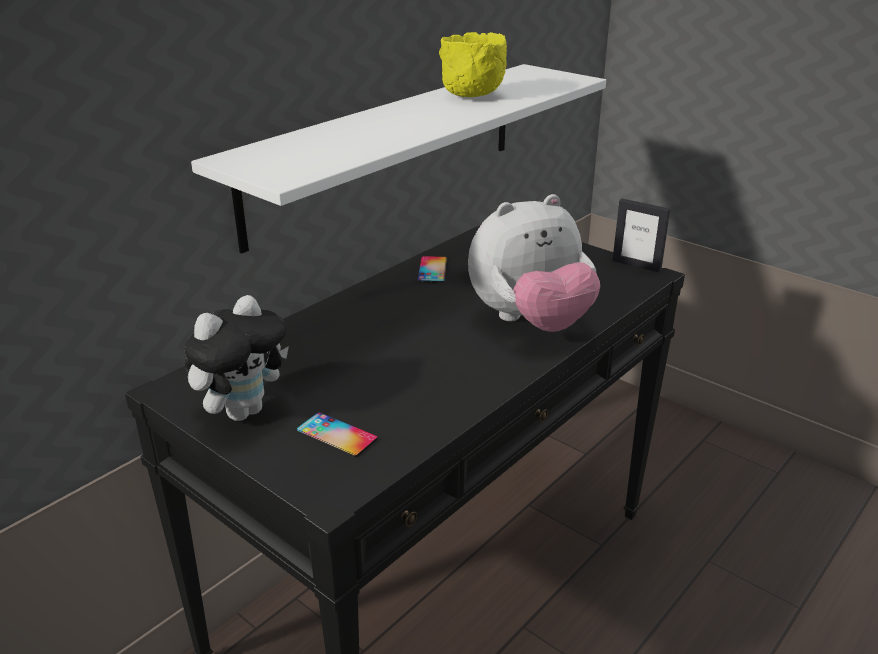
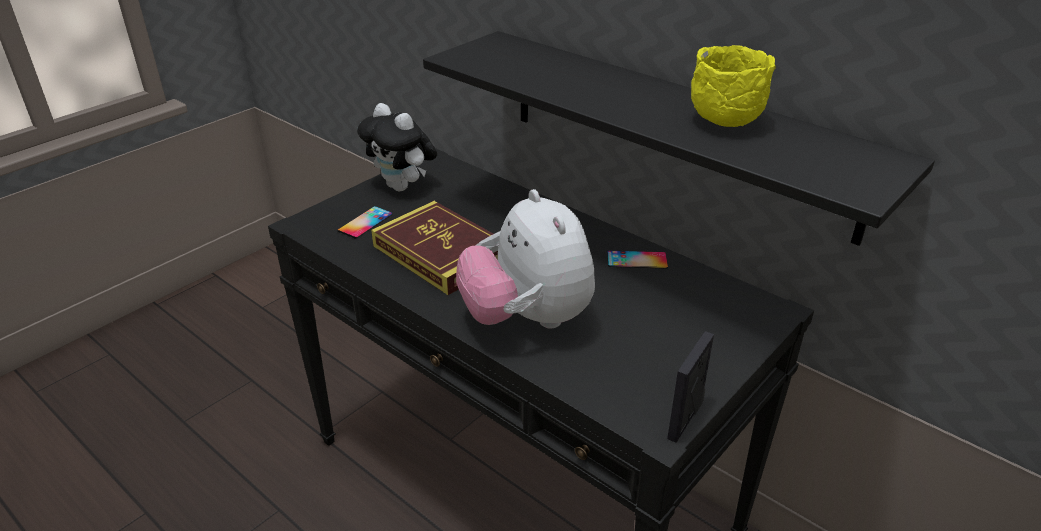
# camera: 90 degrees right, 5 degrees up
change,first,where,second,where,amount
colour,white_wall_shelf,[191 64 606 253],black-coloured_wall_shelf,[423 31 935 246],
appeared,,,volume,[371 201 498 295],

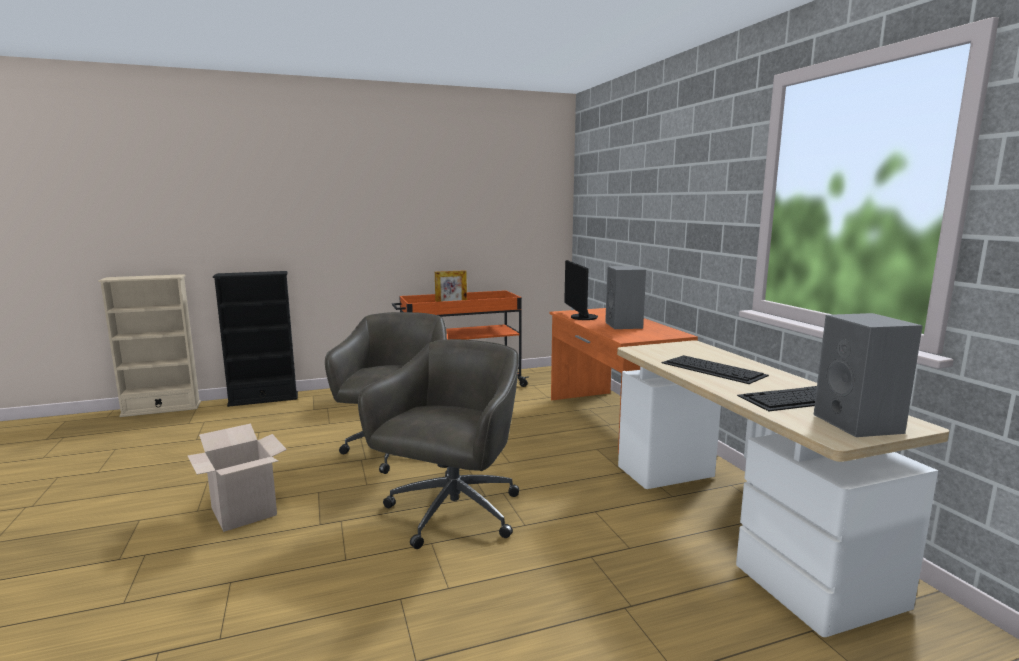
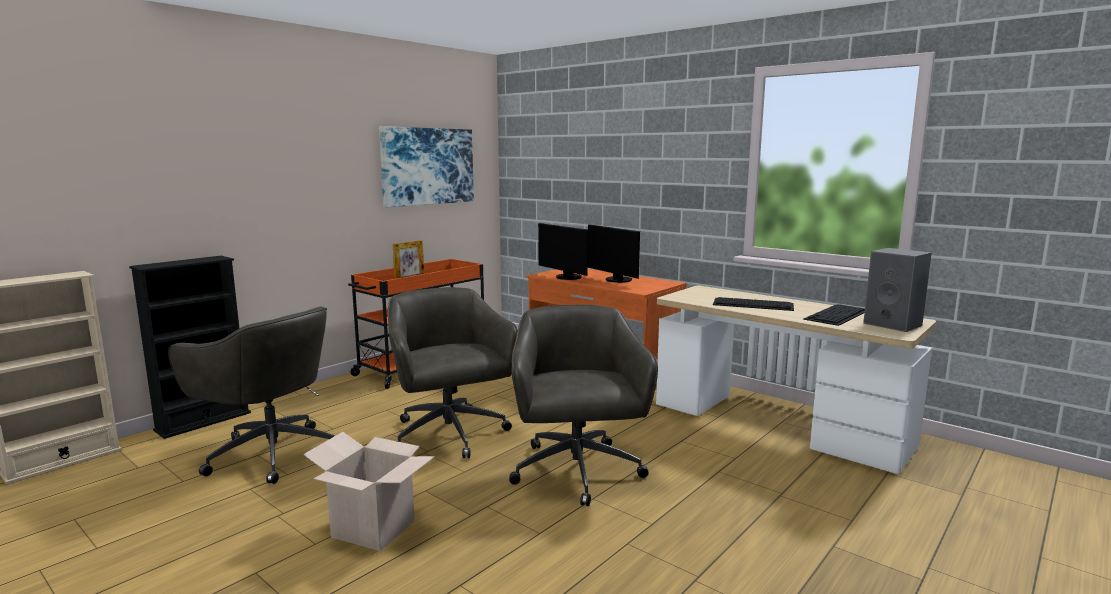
# camera: 30 degrees left, 0 degrees up
change,first,where,second,where,amount
exchanged,gray_loudspeaker,[605 266 646 329],computer_display,[588 224 640 283],
appeared,,,gray_office_chair,[168 307 335 484],
appeared,,,wall_picture,[379 126 474 207],

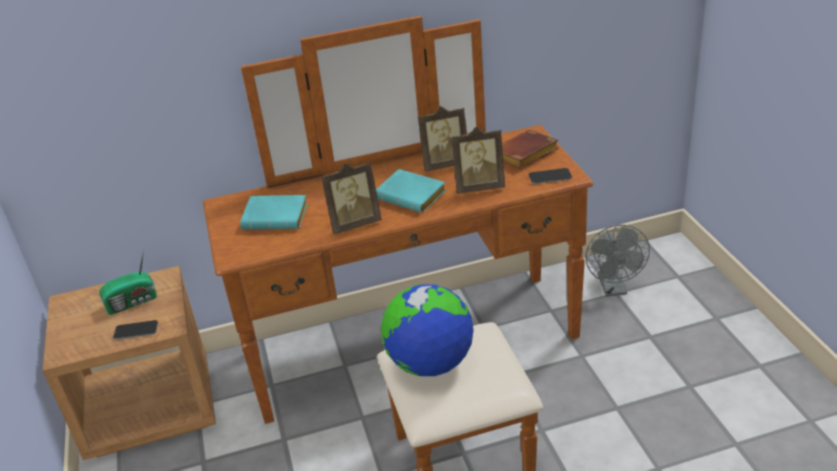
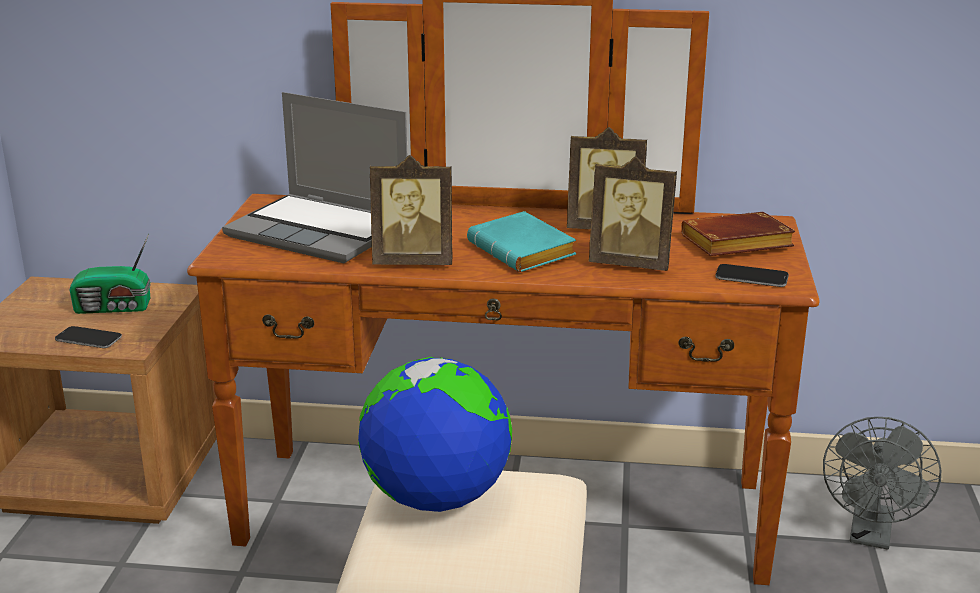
# camera: 20 degrees right, 10 degrees down
change,first,where,second,where,amount
exchanged,blue-green_volume,[240 195 308 230],portable_computer,[222 92 407 263],

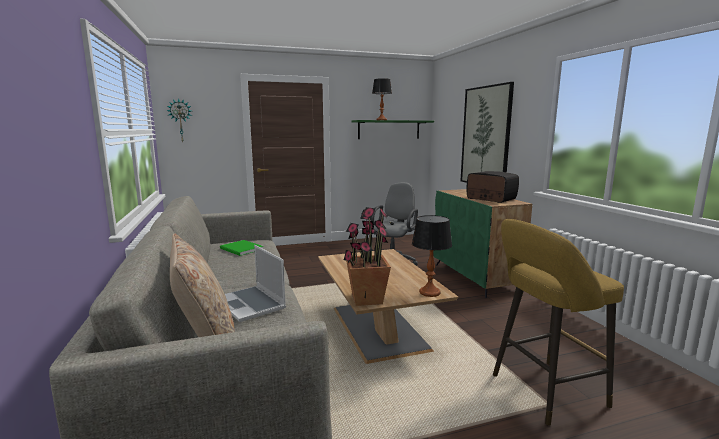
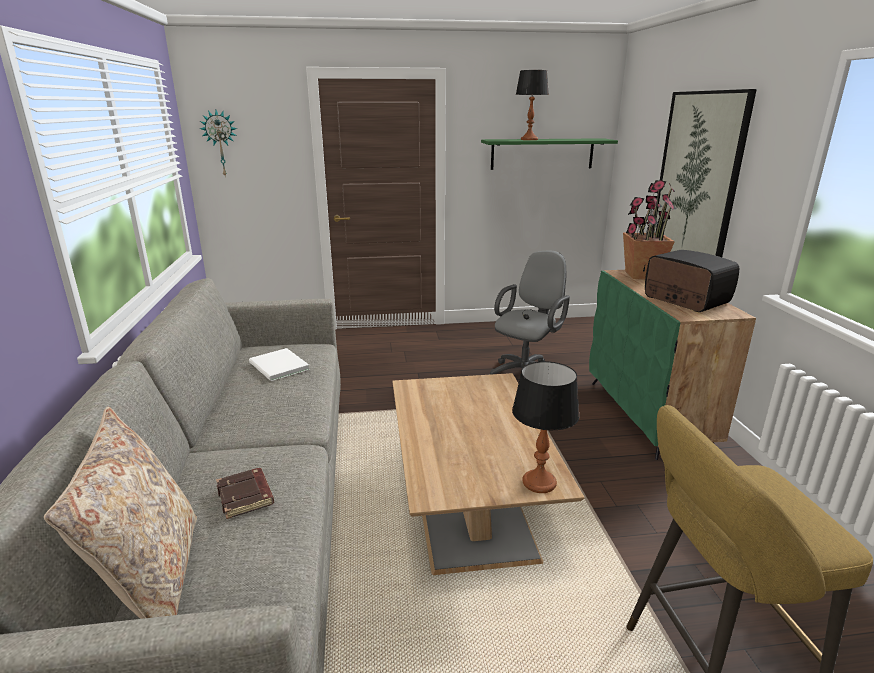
# camera: 10 degrees right, 10 degrees up
change,first,where,second,where,amount
colour,green_volume,[220 240 264 256],white_volume,[249 348 310 381],
exchanged,portable_computer,[225 245 286 322],brownish_volume,[216 468 274 519],
relocated,plant_in_a_pot,[344 207 391 306],,[623 180 677 279],

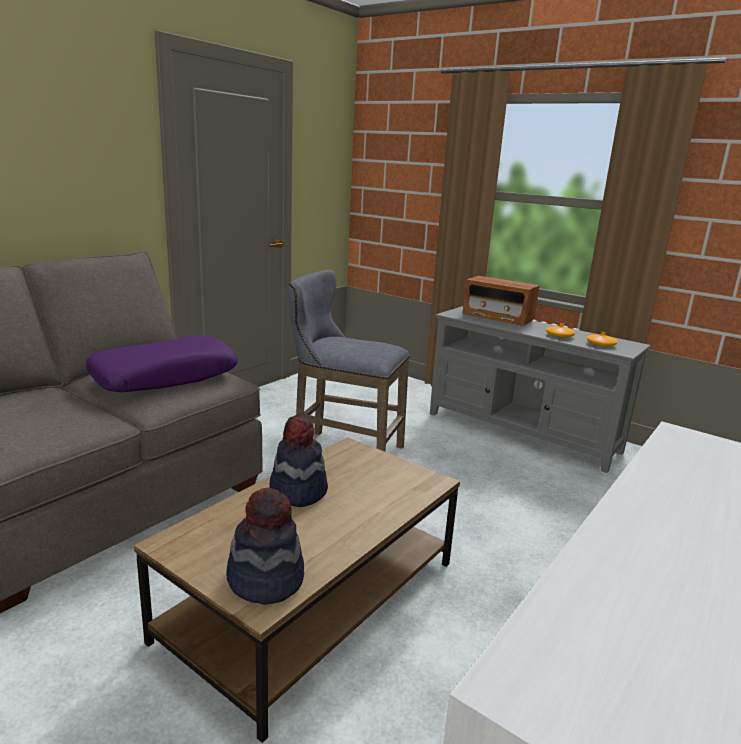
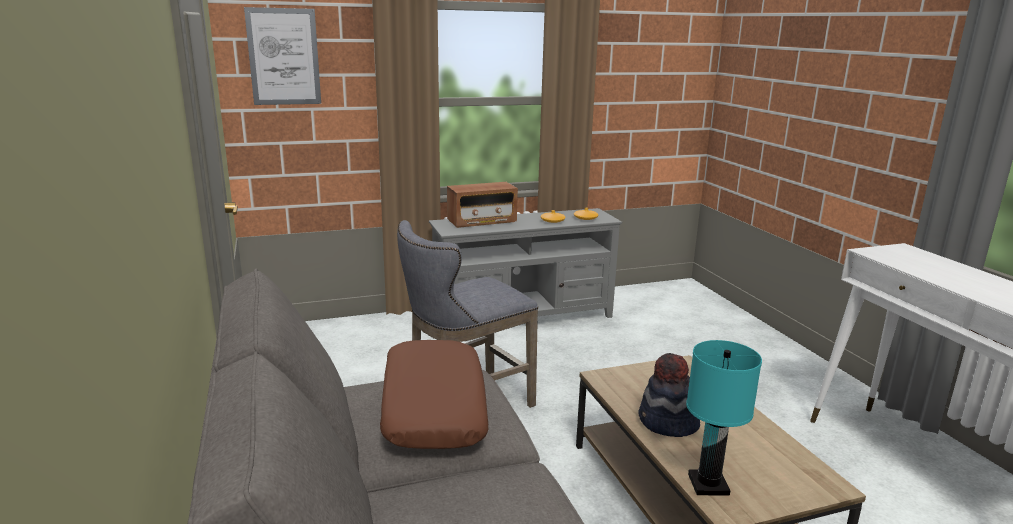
# camera: 55 degrees left, 0 degrees up
change,first,where,second,where,amount
colour,purple_throw_pillow,[86 335 238 392],brownish_throw_pillow,[380 340 488 449],
missing,wearable_hat,[226 487 304 605],,,
appeared,,,wall_picture,[244 7 321 105],
appeared,,,blue-green_tabletop_lamp,[686 340 762 496],

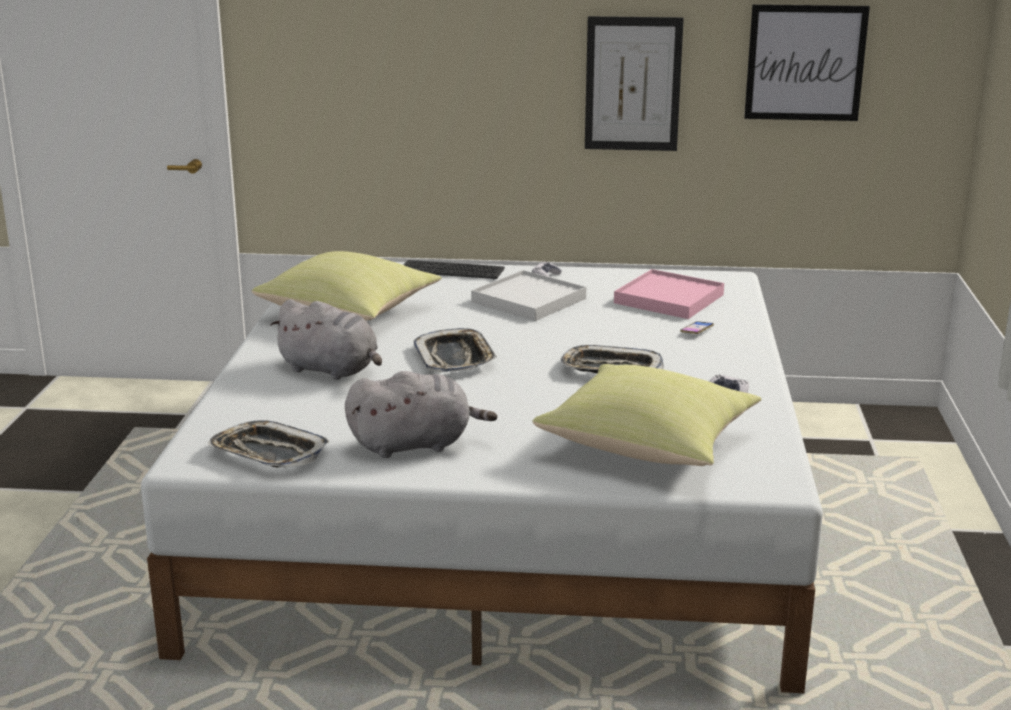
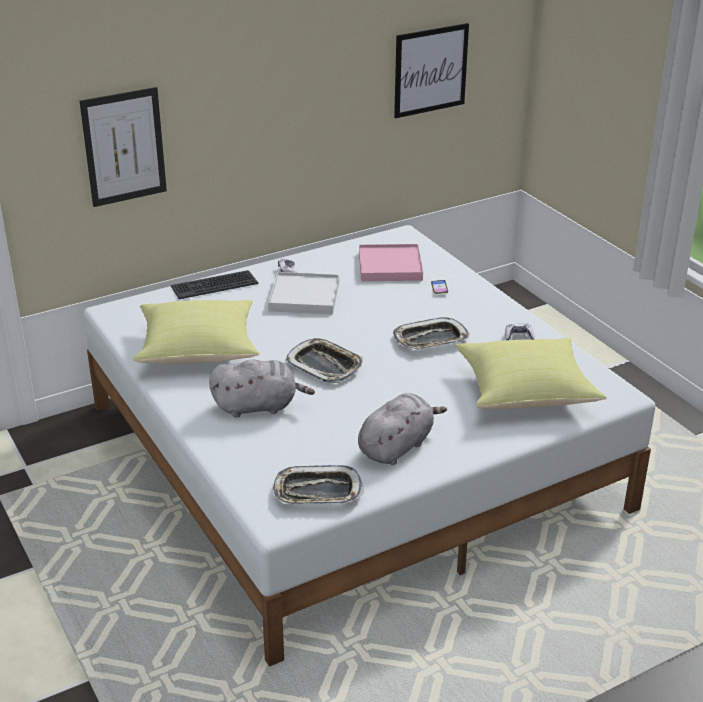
# camera: 35 degrees left, 10 degrees up
change,first,where,second,where,amount
relocated,wall_picture,[585 16 684 151],,[80 87 167 207],

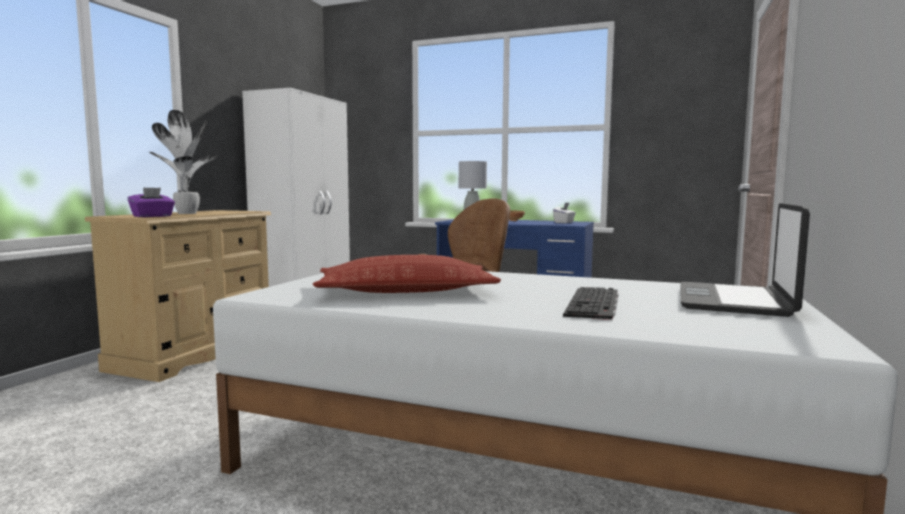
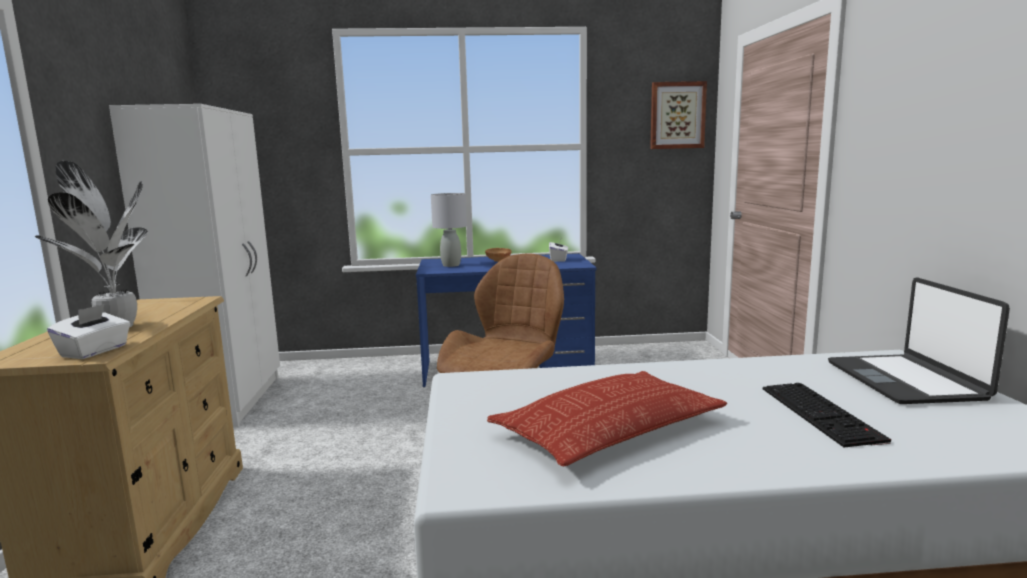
# camera: 25 degrees left, 5 degrees up
change,first,where,second,where,amount
colour,purple_tissue_box,[127 187 175 217],white_tissue_box,[47 304 130 359],
appeared,,,wall_picture,[650 81 707 149],

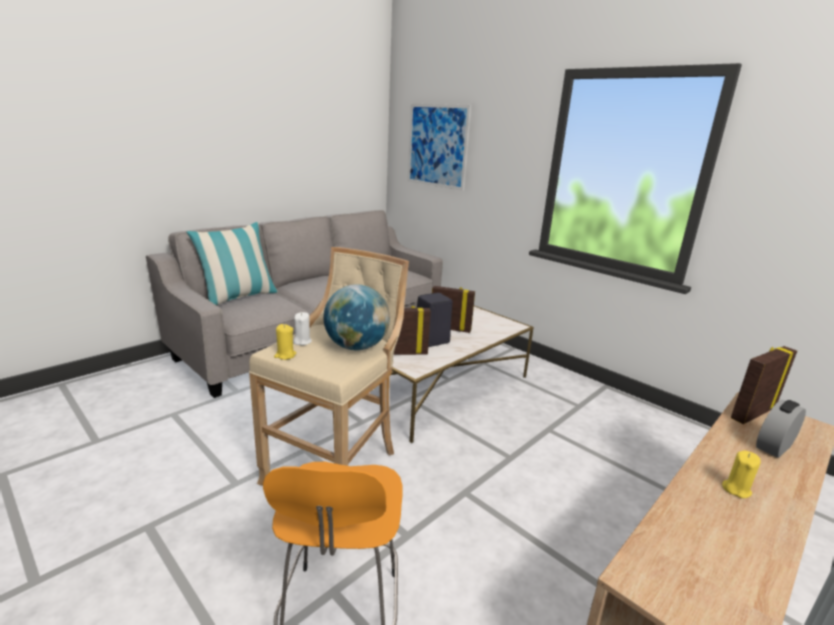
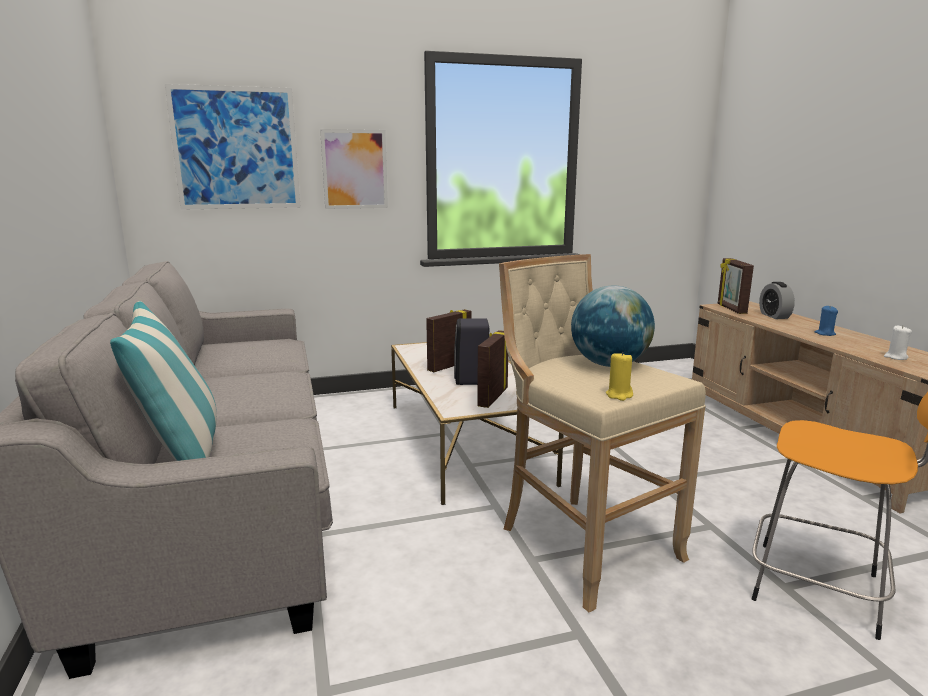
# camera: 60 degrees left, 5 degrees down
change,first,where,second,where,amount
relocated,white_wax_candle,[293 312 312 346],,[884 325 912 360],
colour,yellow-coloured_wax_candle,[722 450 761 498],bluish_wax_candle,[815 305 838 336],
appeared,,,wall_picture,[320 129 388 209],

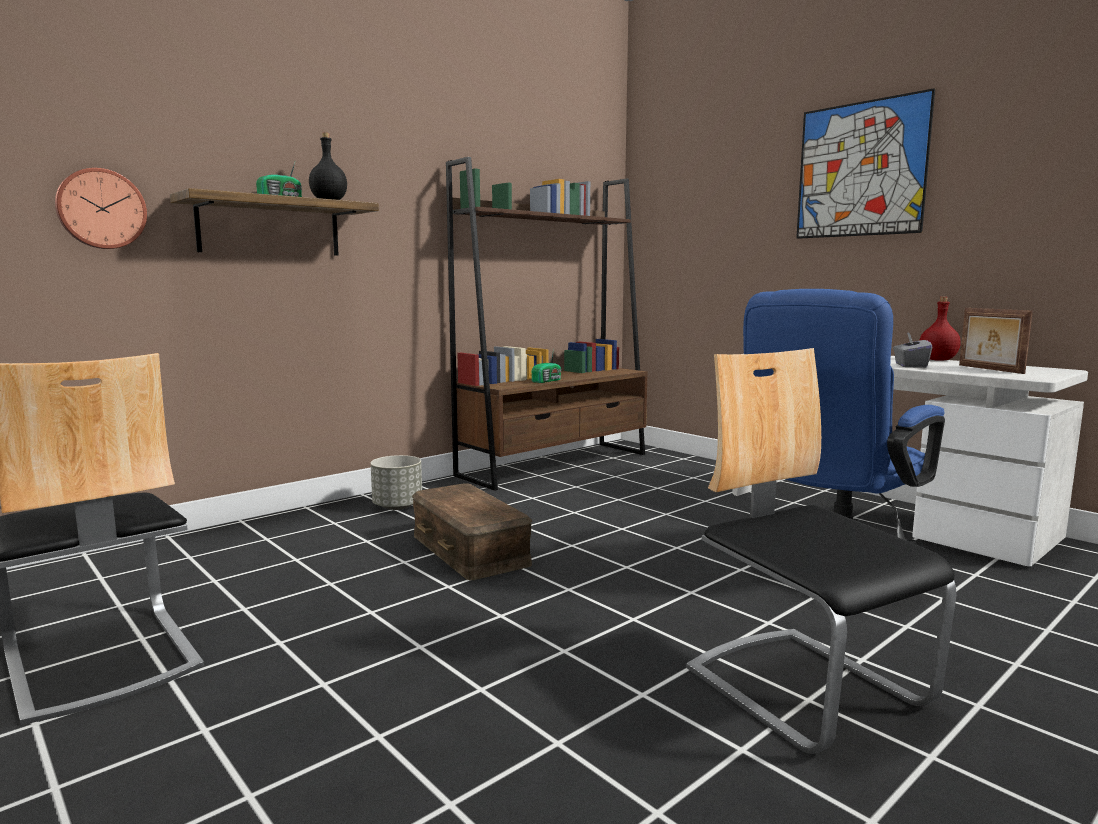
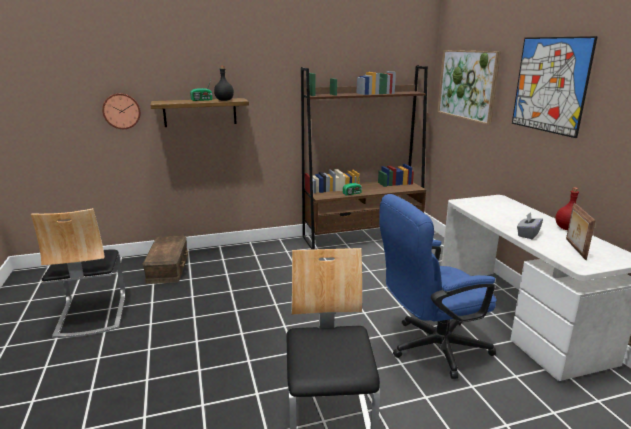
# camera: 25 degrees right, 10 degrees up
change,first,where,second,where,amount
missing,gray_planter,[371 455 422 510],,,
relocated,brownish_storage_box,[412 483 532 580],,[143 235 188 284],
appeared,,,wall_picture,[437 50 501 125],

